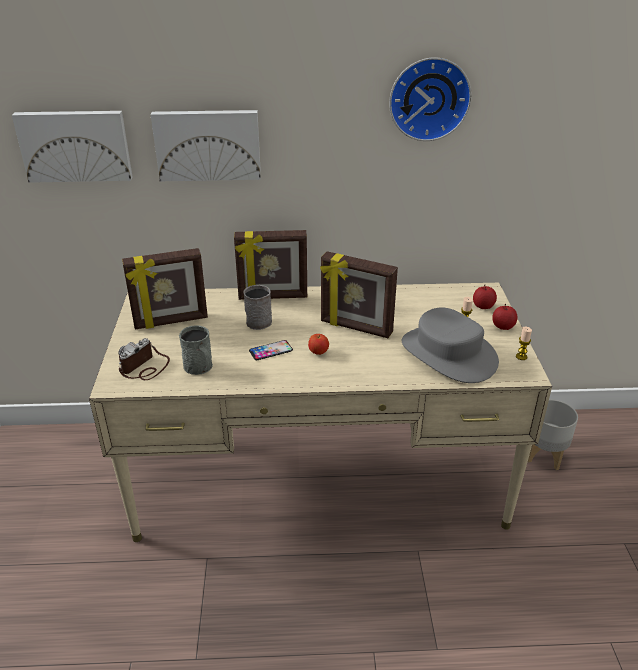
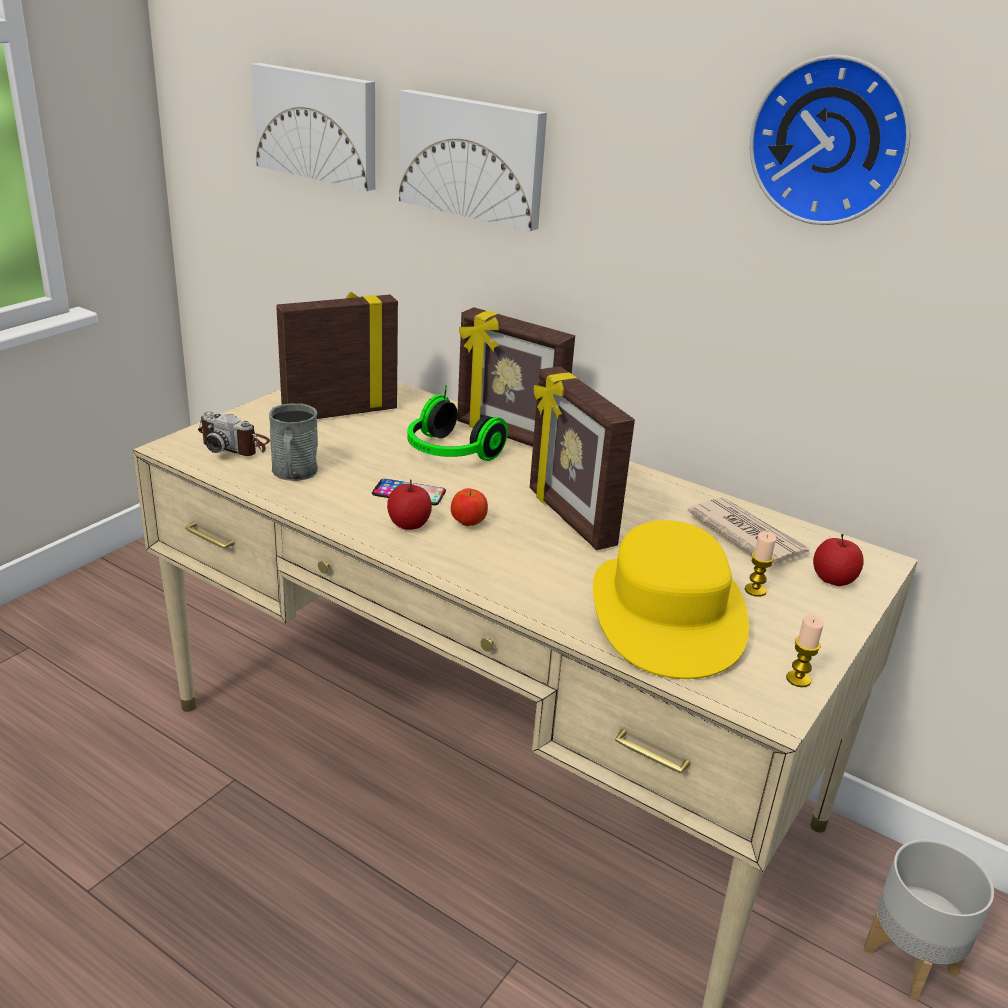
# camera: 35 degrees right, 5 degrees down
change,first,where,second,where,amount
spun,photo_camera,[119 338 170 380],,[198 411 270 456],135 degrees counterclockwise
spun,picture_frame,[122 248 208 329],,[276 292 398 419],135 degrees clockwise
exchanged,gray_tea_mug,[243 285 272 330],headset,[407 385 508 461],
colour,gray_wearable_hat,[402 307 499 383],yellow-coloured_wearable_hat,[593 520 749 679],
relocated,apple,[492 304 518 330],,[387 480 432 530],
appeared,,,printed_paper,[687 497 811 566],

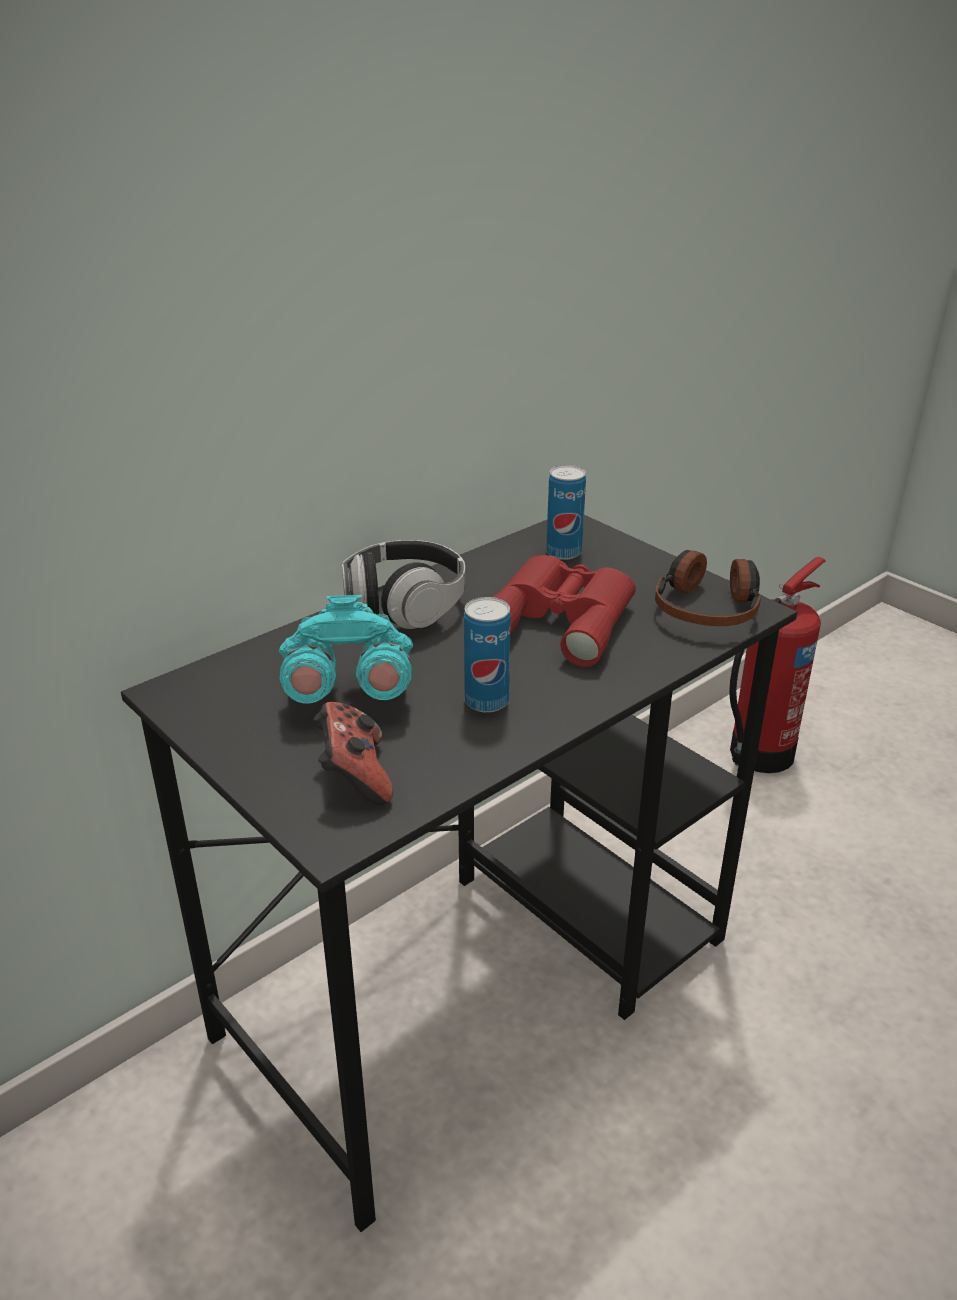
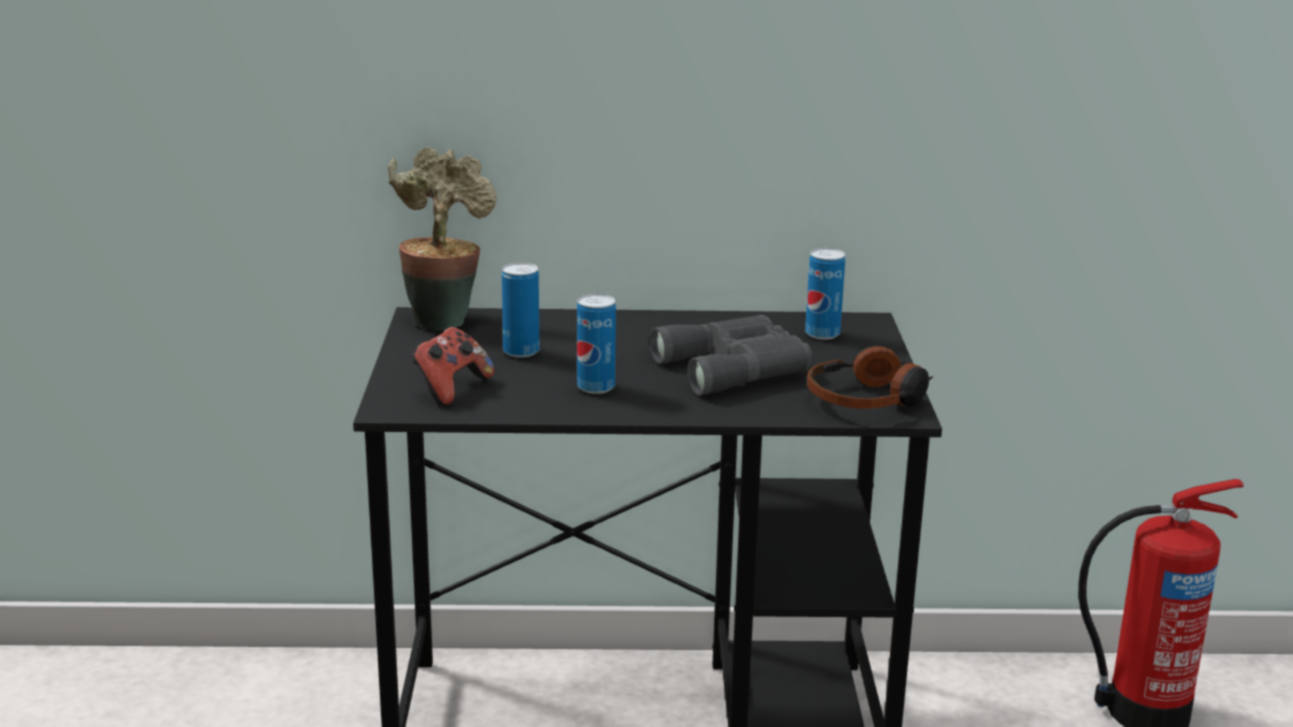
# camera: 40 degrees right, 10 degrees down
change,first,where,second,where,amount
exchanged,blue-green_field_glasses,[279 595 413 704],metal_can,[502 262 539 358],
missing,headset,[342 540 465 629],,,
colour,red-coloured_field_glasses,[493 555 636 667],gray_field_glasses,[649 315 812 395],
appeared,,,plant_in_a_pot,[388 147 497 331],

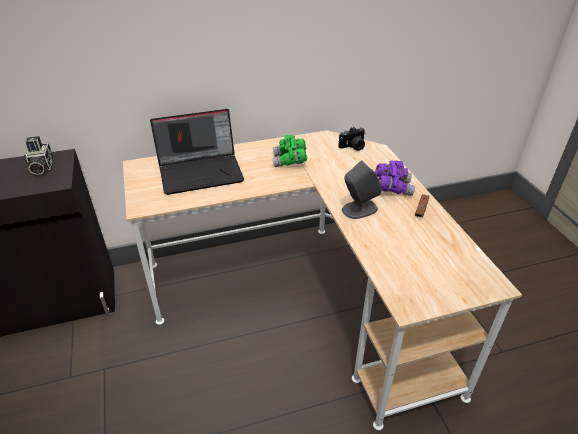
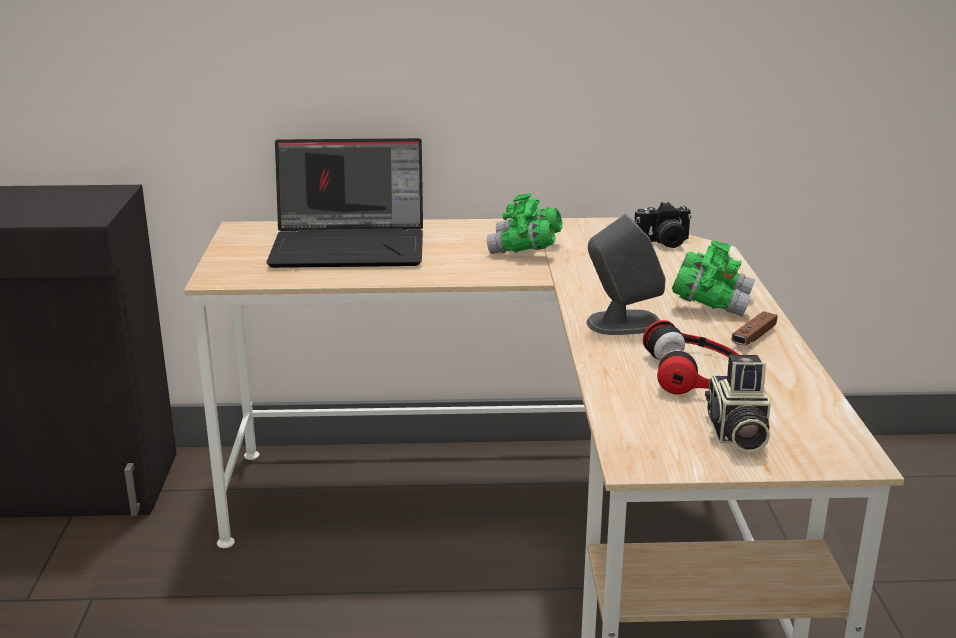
# camera: 15 degrees right, 15 degrees down
change,first,where,second,where,amount
relocated,photo_camera,[24 136 53 175],,[705 355 771 453],
colour,purple_field_glasses,[375 160 415 196],green_field_glasses,[672 241 755 316],
appeared,,,headset,[643 320 740 394],

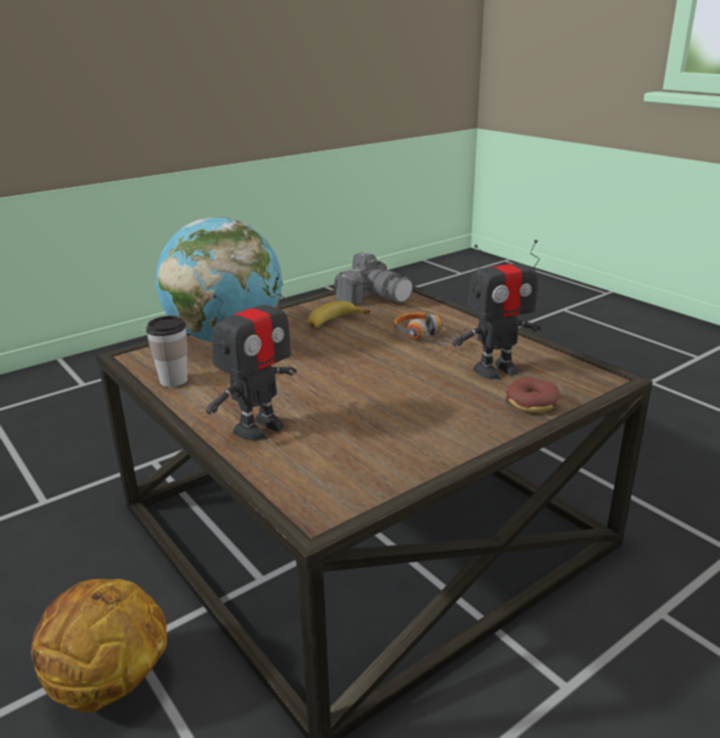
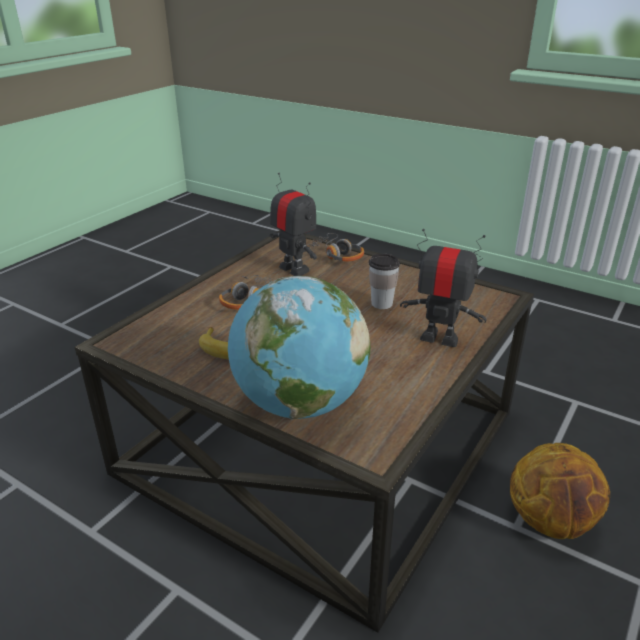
# camera: 110 degrees left, 5 degrees up
change,first,where,second,where,amount
relocated,drinking_cup,[146 316 188 387],,[369 254 400 309],
missing,photo_camera,[334 252 413 305],,,
exchanged,doughnut,[506 377 560 413],headset,[307 233 364 262],

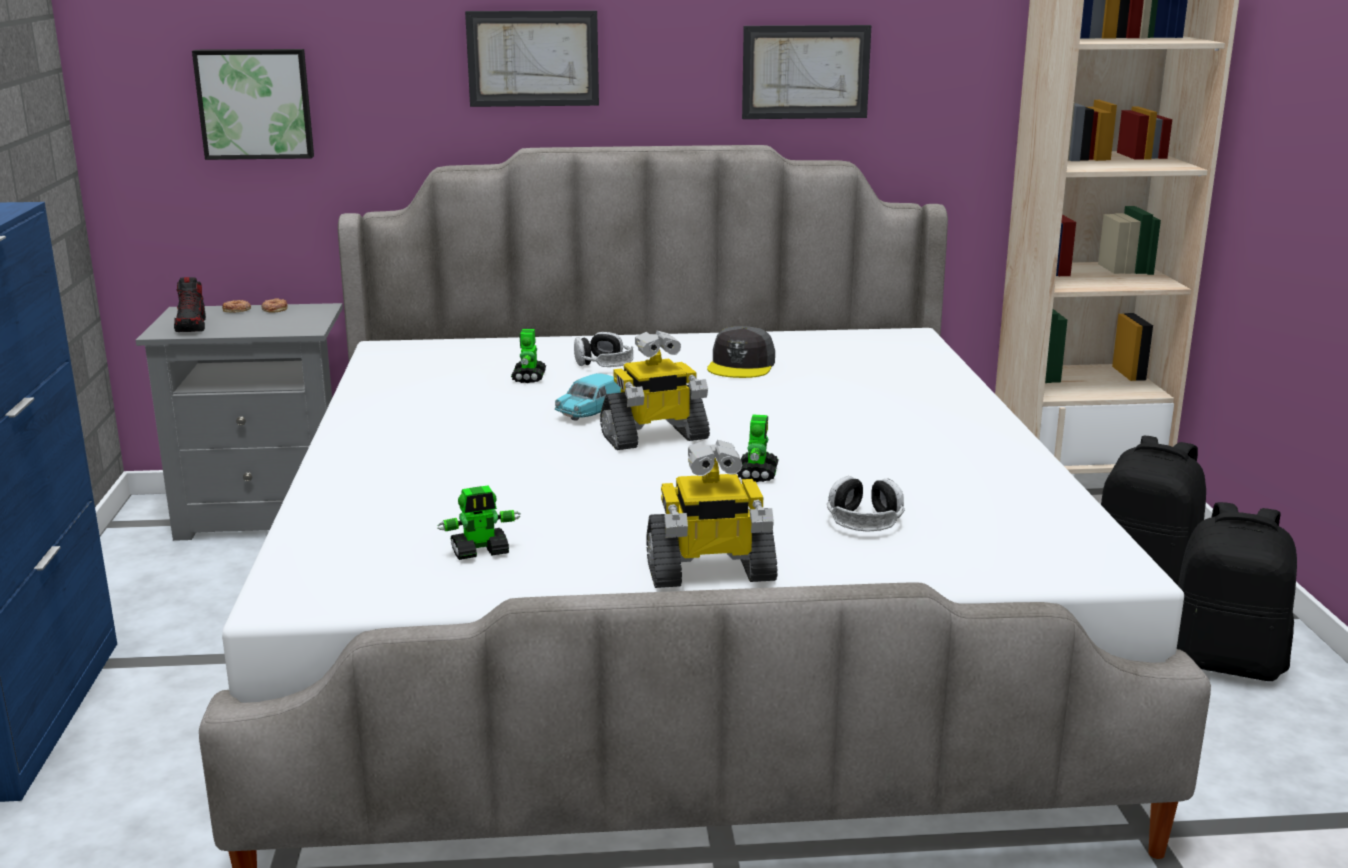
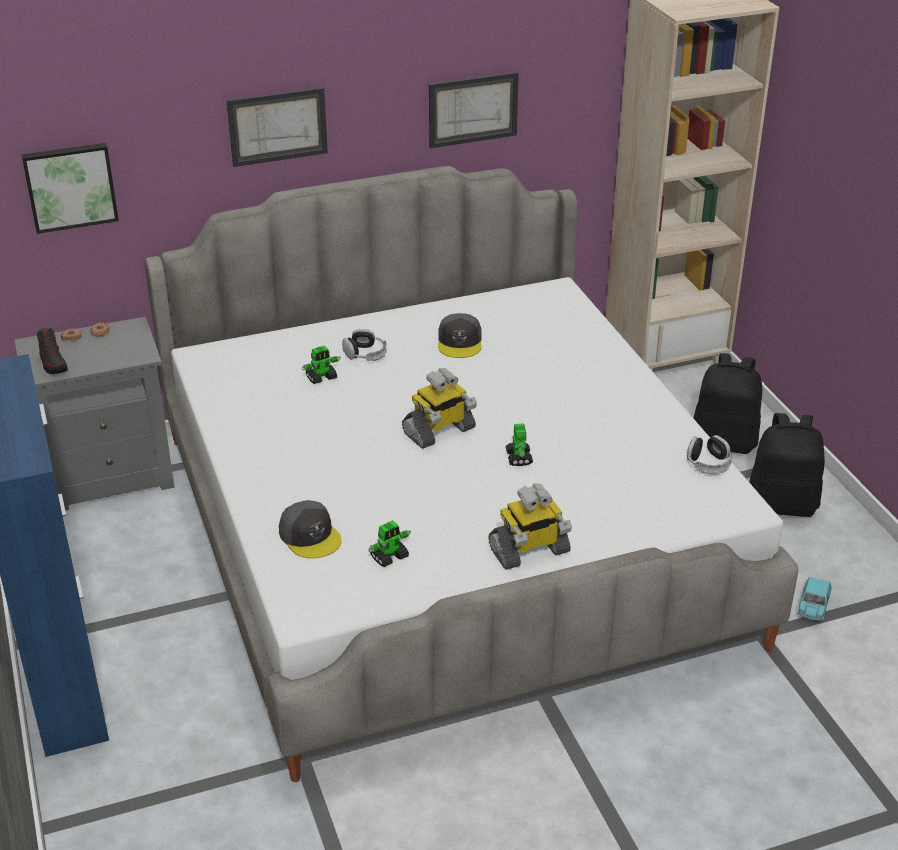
# camera: 15 degrees left, 15 degrees up
change,first,where,second,where,amount
spun,model_robot,[511 329 546 383],,[302 345 341 384],105 degrees counterclockwise
relocated,blue-green_miniature_car,[555 373 621 421],,[797 577 832 621],
relocated,headset,[827 476 905 532],,[687 435 732 474],
appeared,,,gray_cap,[279 500 341 559],

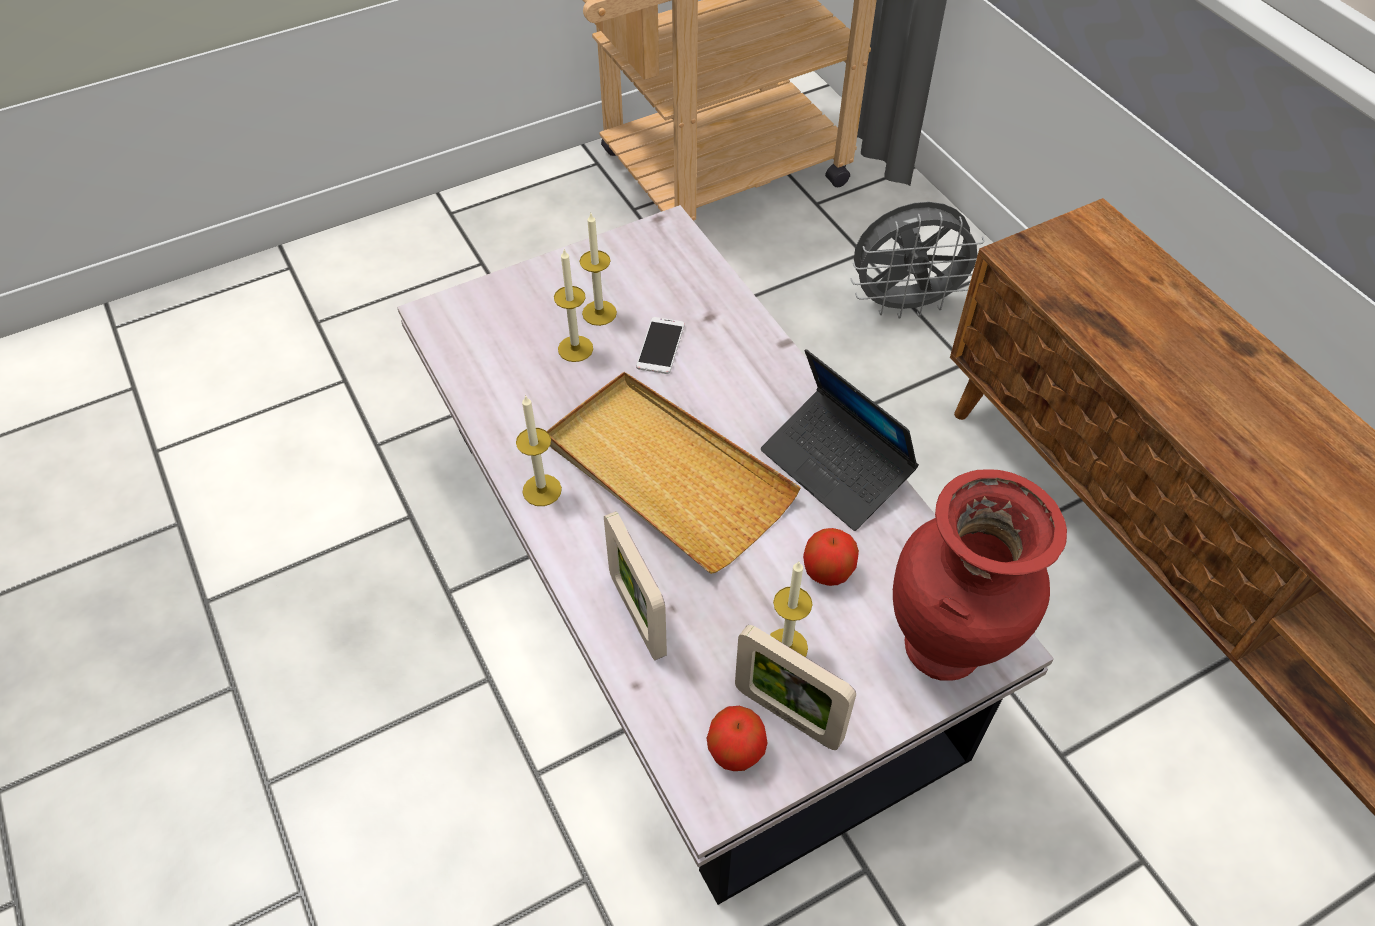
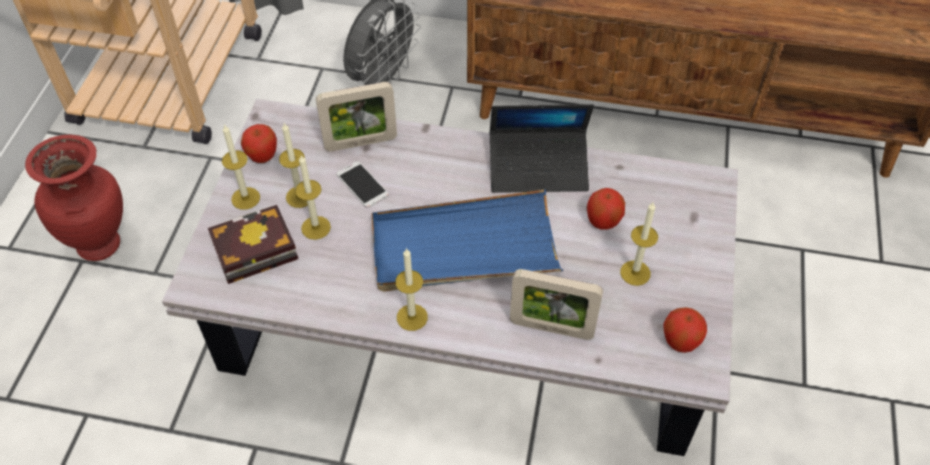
# camera: 50 degrees left, 0 degrees up
change,first,where,second,where,amount
colour,beige_tray,[547 372 801 574],bluish_tray,[372 190 563 291],
relocated,picture_frame,[735 625 856 750],,[316 82 397 152],
relocated,red-coloured_flower_vase,[893 469 1067 681],,[25 135 123 261],
appeared,,,volume,[208 205 298 284],
appeared,,,wax_candle,[222 124 260 210],
appeared,,,apple,[241 124 277 163],

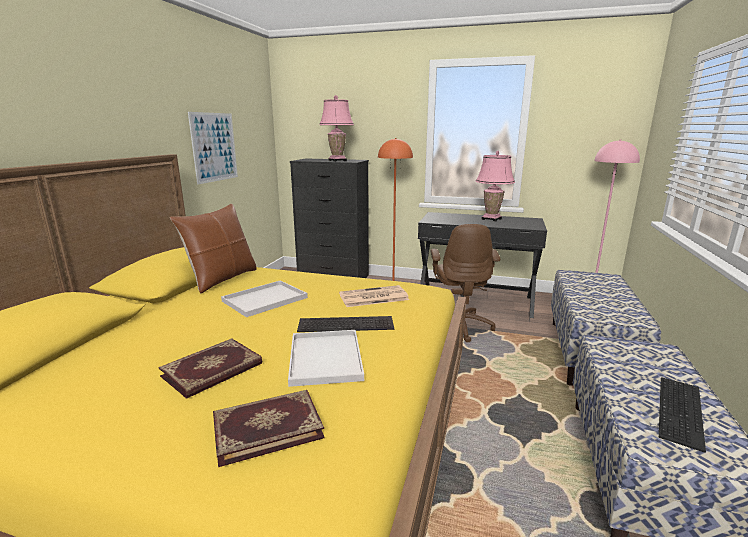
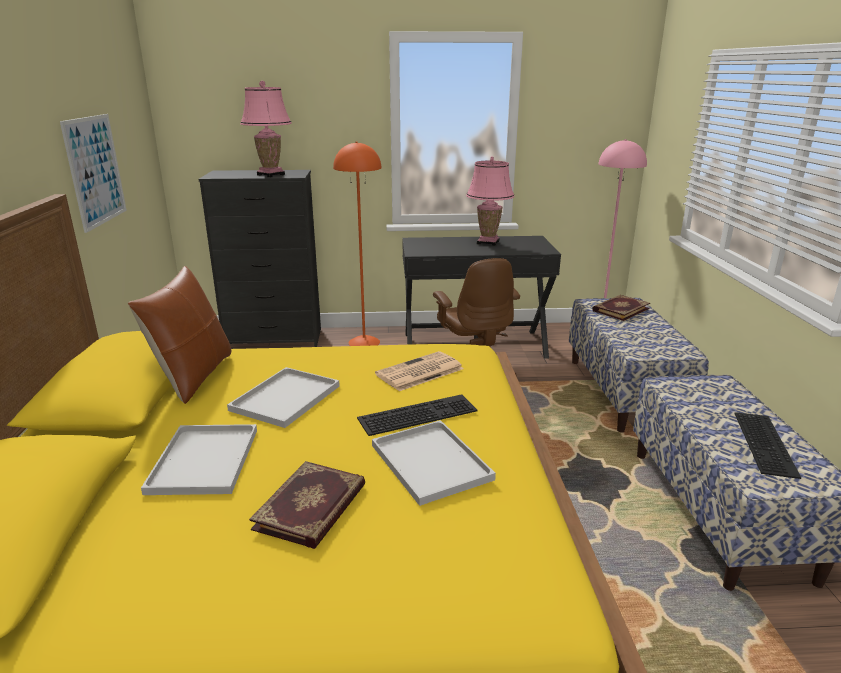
# camera: 20 degrees left, 5 degrees up
change,first,where,second,where,amount
relocated,volume,[213 390 325 467],,[592 295 650 321],
appeared,,,white_tray,[141 424 257 495],

